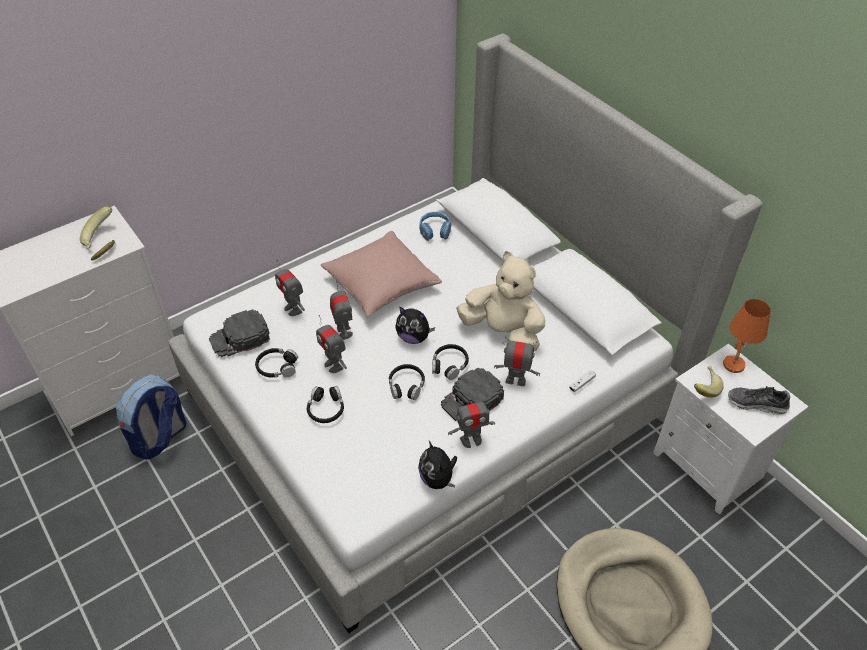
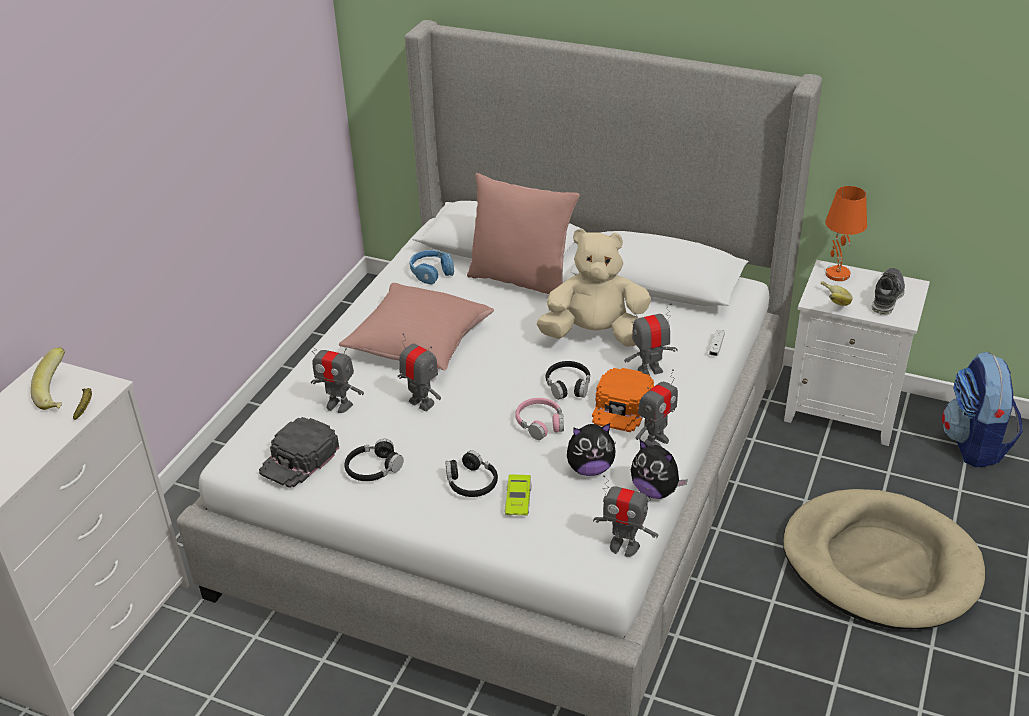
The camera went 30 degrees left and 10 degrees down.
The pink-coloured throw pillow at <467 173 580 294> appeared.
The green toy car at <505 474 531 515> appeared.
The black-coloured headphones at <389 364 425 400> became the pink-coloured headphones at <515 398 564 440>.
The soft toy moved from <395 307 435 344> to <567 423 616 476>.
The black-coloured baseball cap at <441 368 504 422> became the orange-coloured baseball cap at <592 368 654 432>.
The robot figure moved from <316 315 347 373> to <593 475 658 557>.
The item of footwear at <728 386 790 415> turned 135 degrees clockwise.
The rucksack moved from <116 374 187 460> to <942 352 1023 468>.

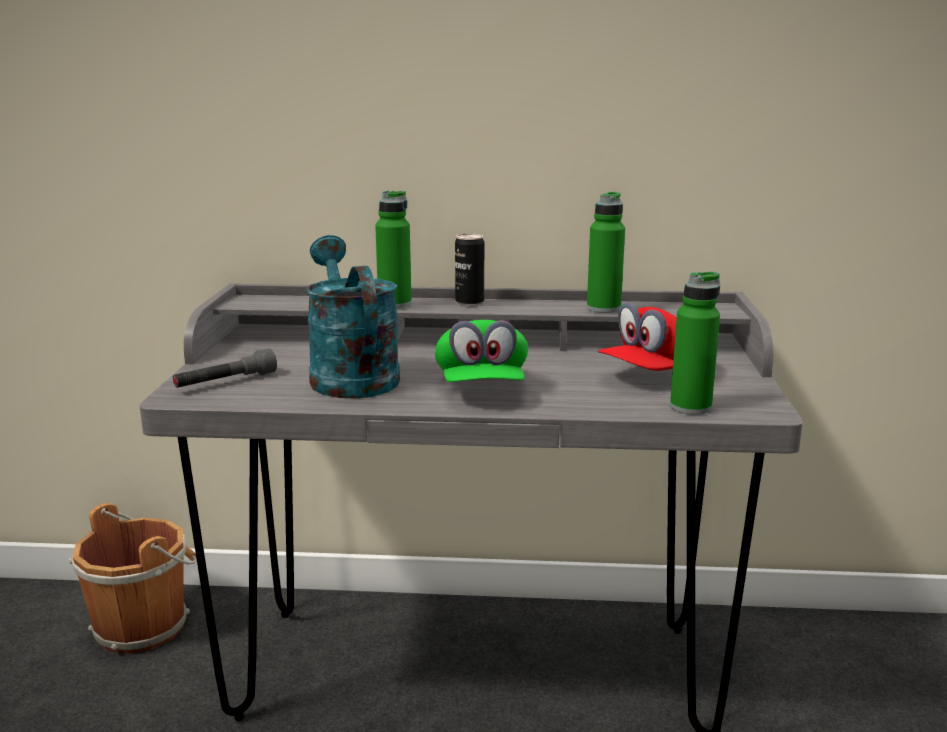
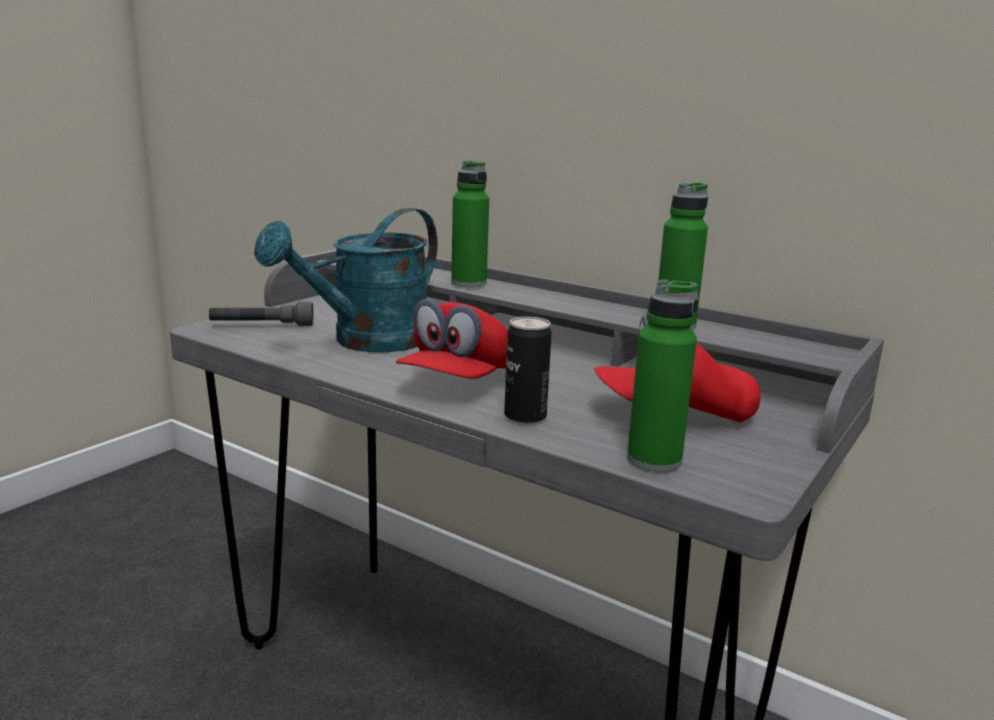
The camera went 30 degrees right and 0 degrees up.
The turquoise-coloured watering pot at <306 235 400 398> turned 150 degrees counterclockwise.
The green baseball cap at <435 320 528 382> became the red baseball cap at <396 299 508 379>.
The can moved from <455 233 484 305> to <504 317 552 424>.
The brown-coloured bucket at <69 503 197 654> disappeared.

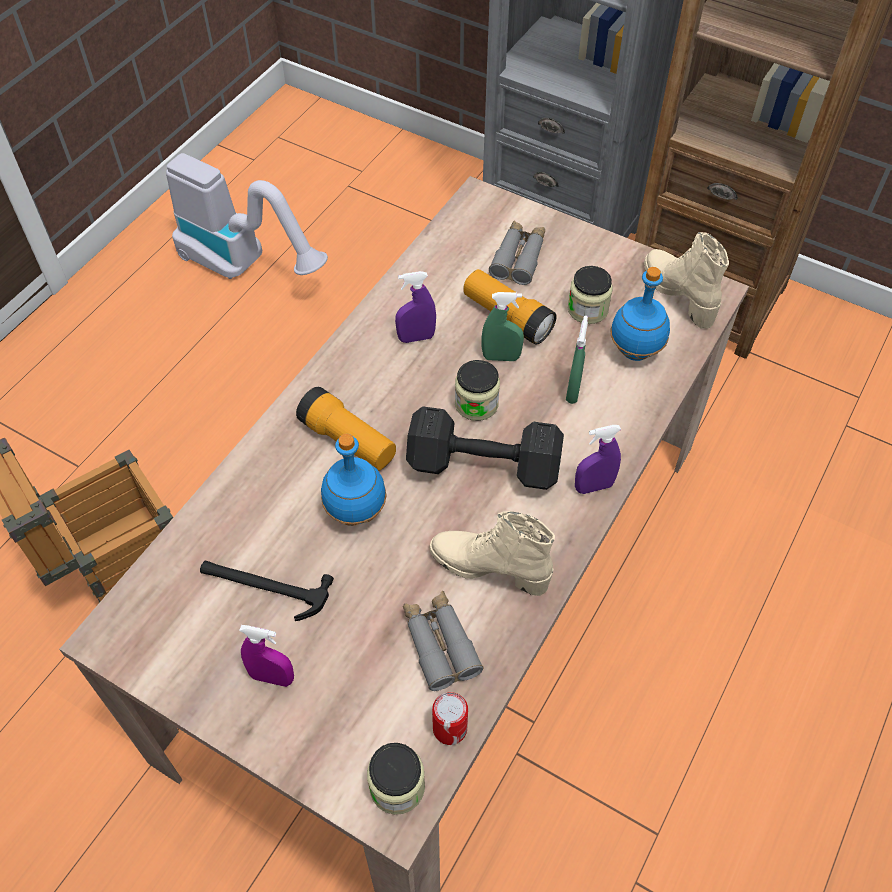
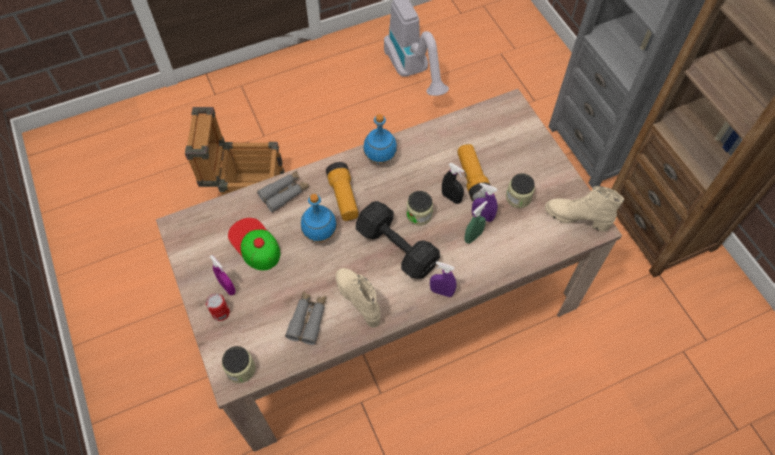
The camera went 35 degrees right and 5 degrees up.
The can moved from <432 692 468 745> to <206 293 230 321>.
The tool hammer at <200 561 334 621> was replaced by the baseball cap at <228 218 280 270>.
The grey binoculars moved from <489 221 545 285> to <257 171 309 212>.
The blue-coloured beverage bottle moved from <611 267 670 361> to <363 114 397 164>.
The green sprayer at <482 292 524 361> became the black-coloured sprayer at <442 163 465 204>.
The purple-coloured sprayer moved from <395 271 436 343> to <472 183 498 222>.
The beige high-top boot at <644 232 729 329> turned 75 degrees counterclockwise.

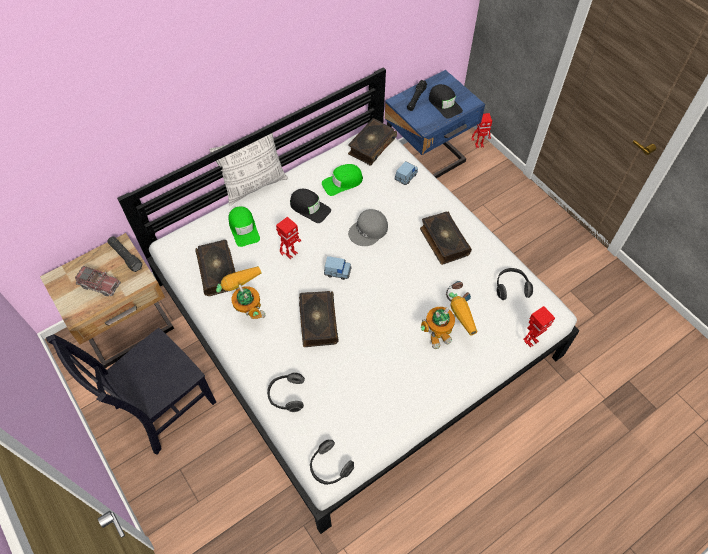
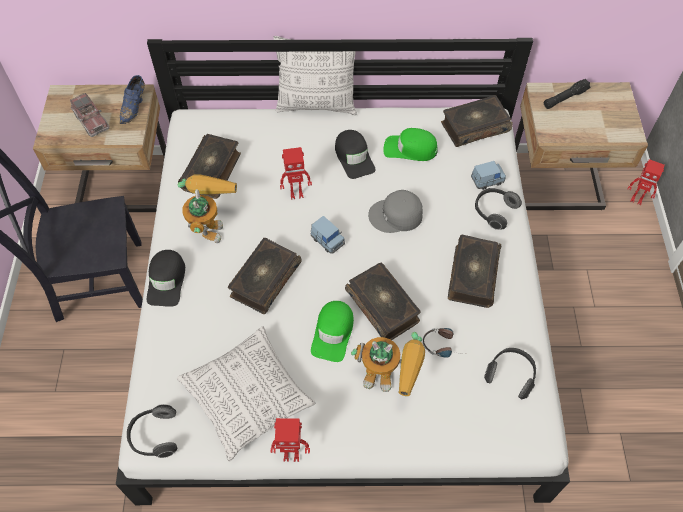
The camera went 35 degrees right and 0 degrees up.
The black-coloured hand torch at <107 236 143 272> was replaced by the blue-coloured item of footwear at <120 75 145 124>.
The black-coloured baseball cap moved from <429 84 463 118> to <147 250 185 307>.
The throw pillow at <177 326 316 461> appeared.
The robot figure moved from <524 306 555 348> to <271 418 310 462>.
The green baseball cap moved from <228 206 260 247> to <311 301 354 362>.
The bound book at <345 262 421 340> appeared.
The headphones moved from <267 372 305 412> to <475 188 522 230>.
The blue-coloured night table at <385 70 485 178> became the beige night table at <515 82 648 210>.

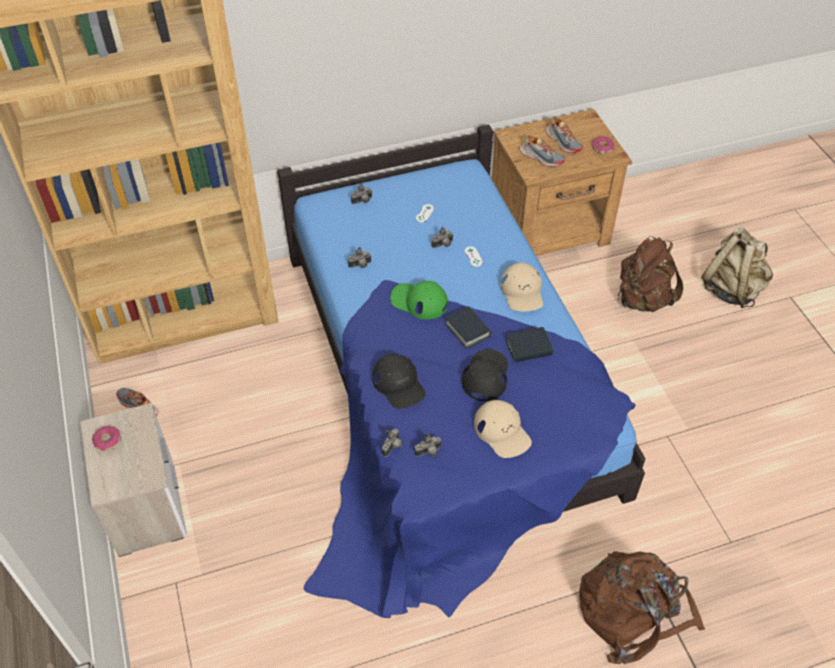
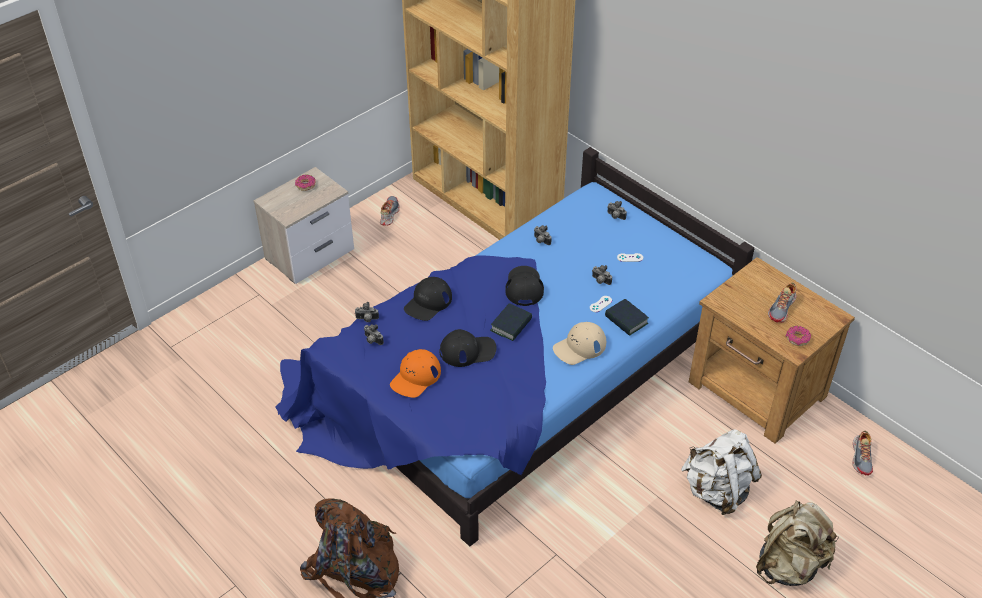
The camera went 65 degrees right and 5 degrees down.
The beige baseball cap at <474 400 532 458> became the orange-coloured baseball cap at <390 349 441 398>.
The green baseball cap at <390 281 448 319> became the black-coloured baseball cap at <505 266 544 306>.
The bound book moved from <506 327 553 362> to <605 299 649 336>.
The brown-coloured rucksack at <617 236 683 312> became the white rucksack at <681 429 762 515>.
The item of footwear moved from <520 135 565 167> to <852 430 873 475>.

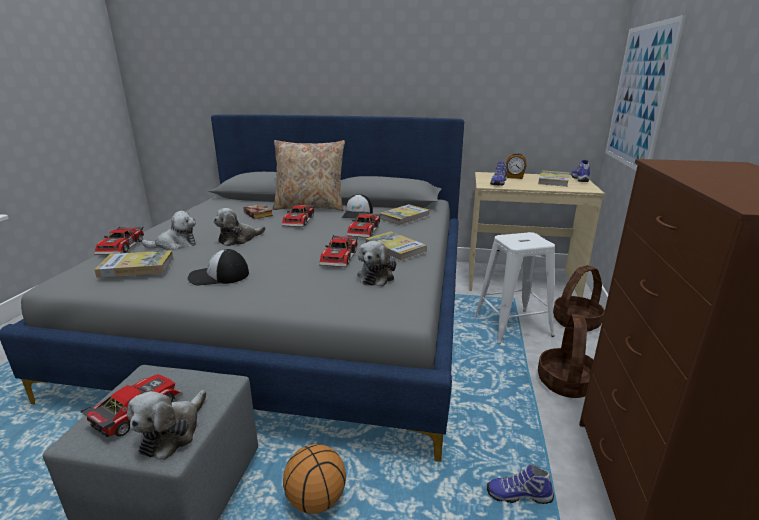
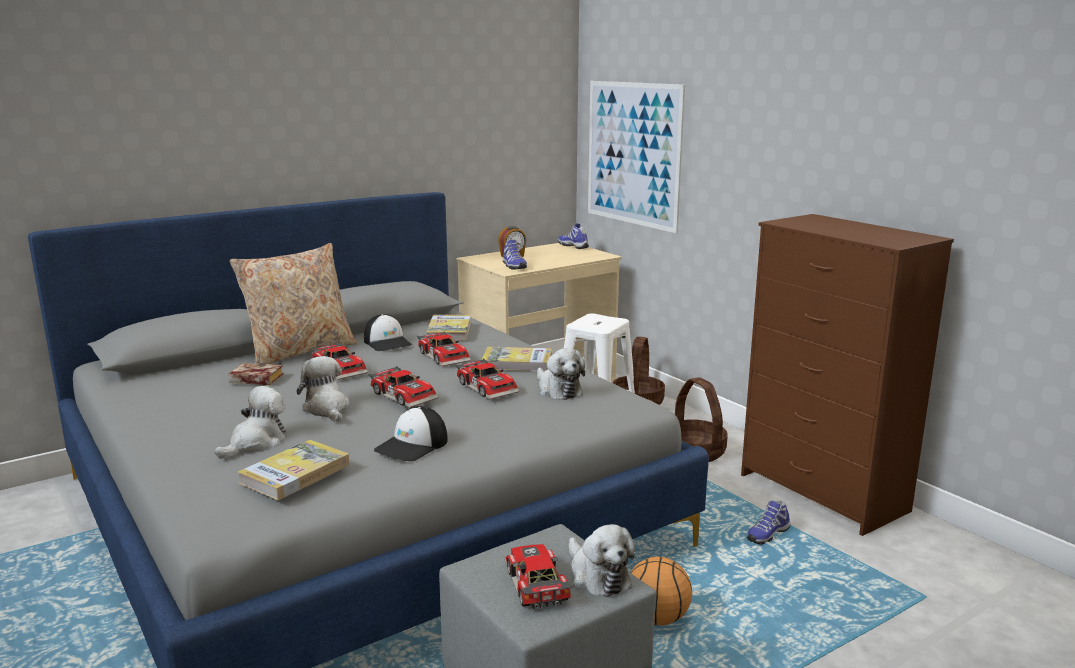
The camera went 45 degrees left and 5 degrees down.
The soft toy at <214 208 266 246> turned 150 degrees clockwise.
The toy car moved from <94 226 144 255> to <369 366 438 408>.
The bound book at <538 170 569 187> disappeared.

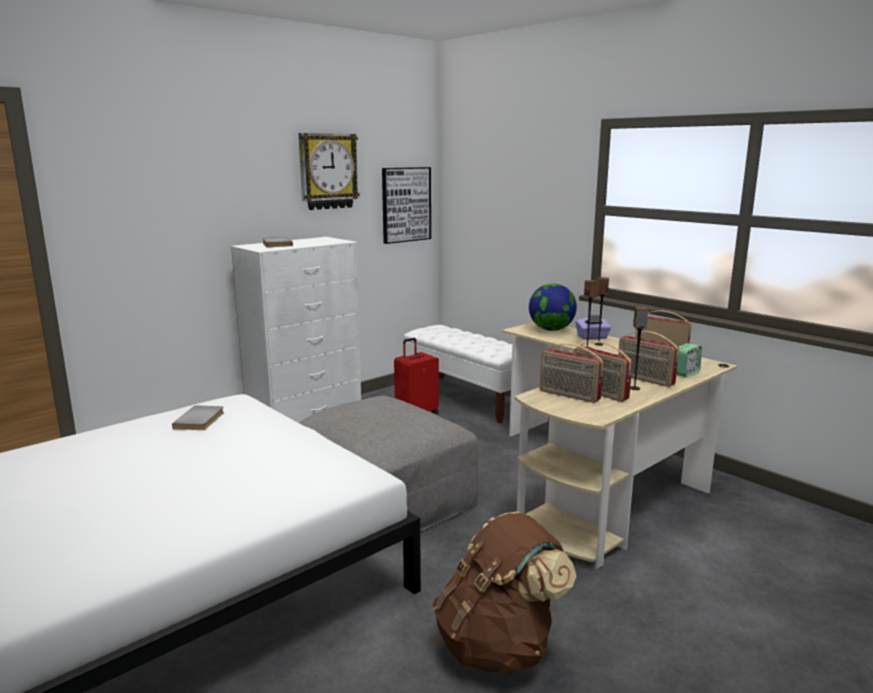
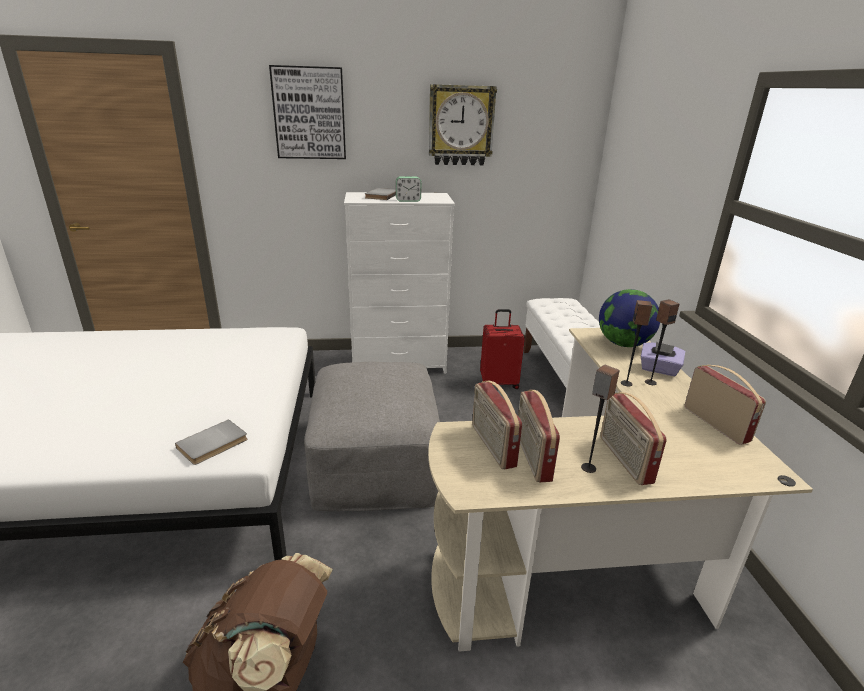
The camera went 35 degrees right and 10 degrees up.
The grey bound book moved from <172 405 224 430> to <175 419 247 465>.
The wall art moved from <382 167 431 244> to <269 65 346 159>.
The table clock moved from <676 343 702 377> to <396 176 421 202>.

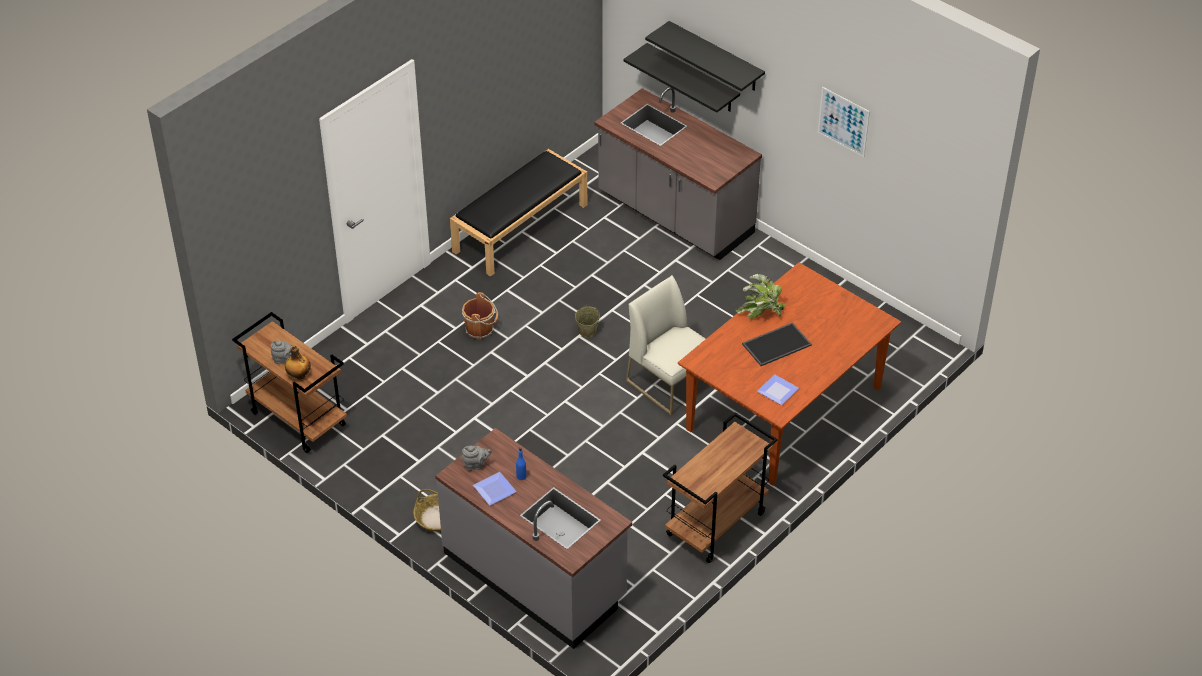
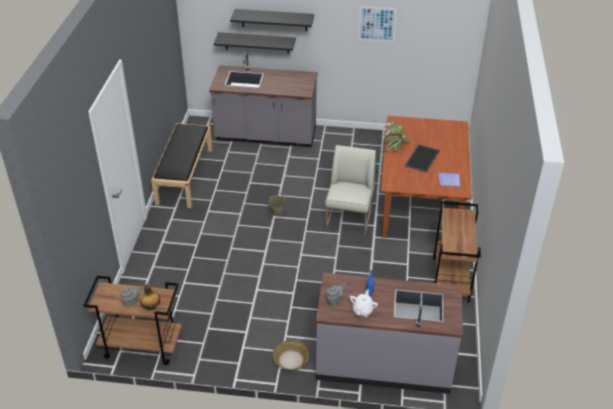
The camera went 35 degrees left and 5 degrees down.
The white plain chair at <626 275 706 415> turned 90 degrees clockwise.
The dinner plate at <473 472 517 505> was replaced by the white teapot at <350 289 378 317>.
The brown-coloured bucket at <462 292 498 339> disappeared.

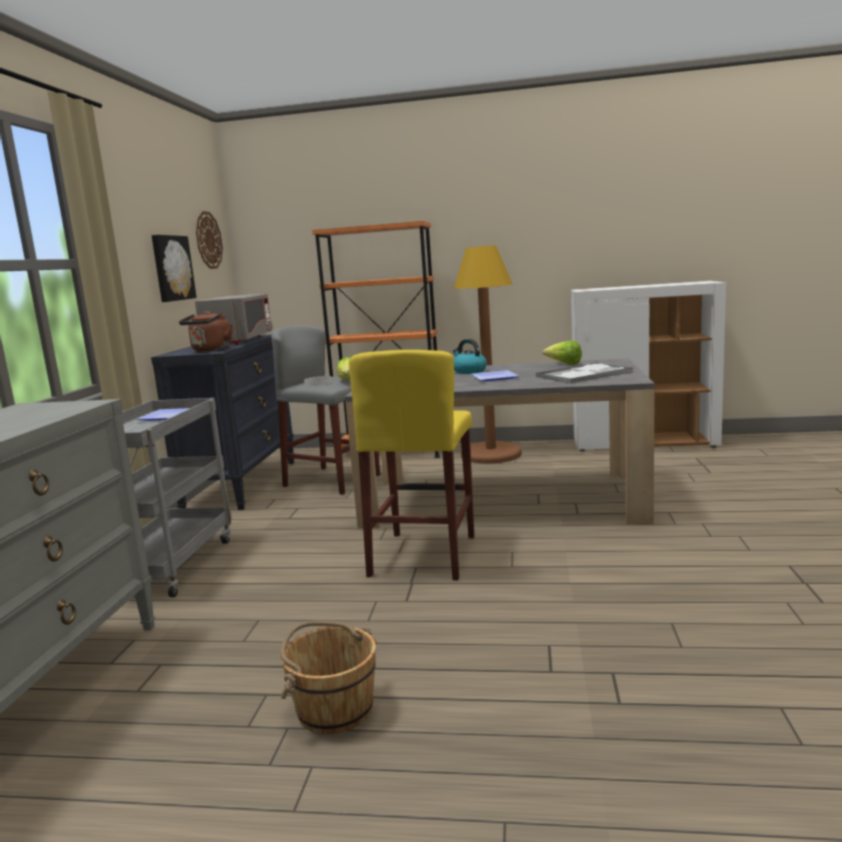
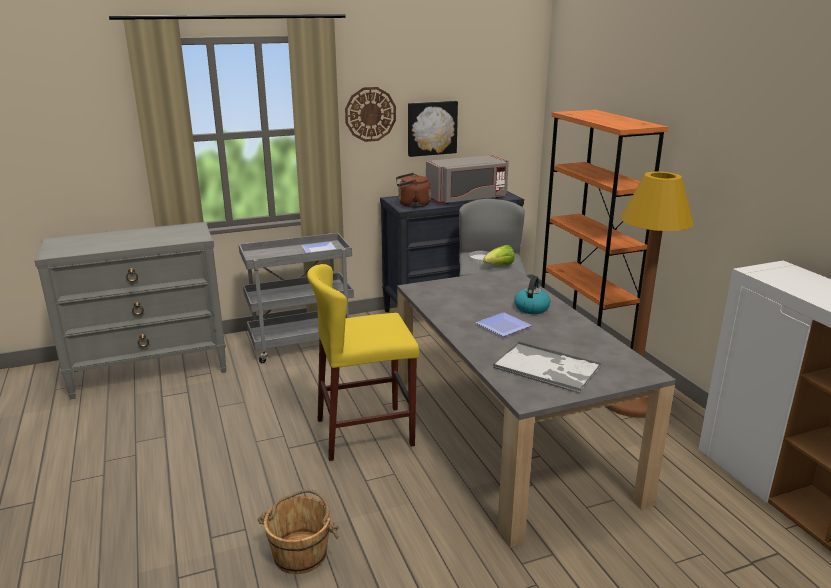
The camera went 60 degrees right and 10 degrees up.
The brown-coloured bucket moved from <280 621 377 734> to <257 489 339 574>.
The clock on the wall moved from <196 211 223 269> to <345 87 396 142>.
The lettuce head at <543 340 582 365> disappeared.

